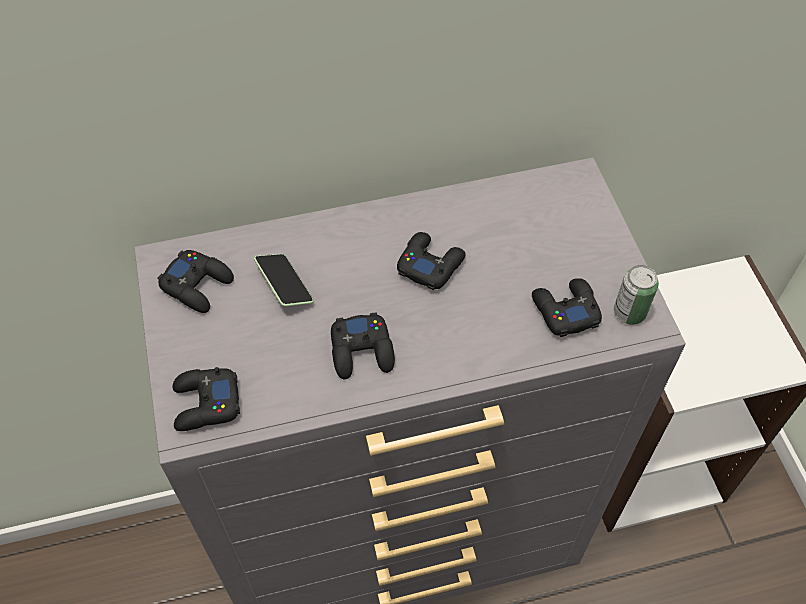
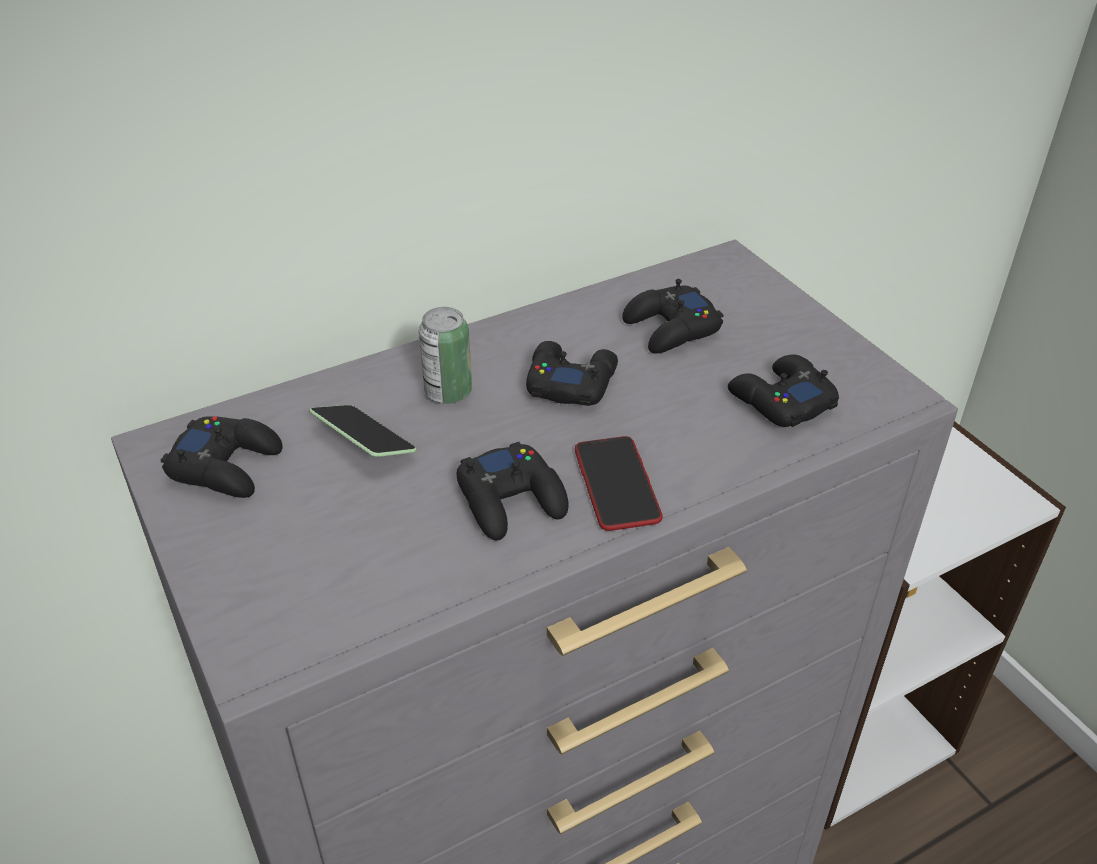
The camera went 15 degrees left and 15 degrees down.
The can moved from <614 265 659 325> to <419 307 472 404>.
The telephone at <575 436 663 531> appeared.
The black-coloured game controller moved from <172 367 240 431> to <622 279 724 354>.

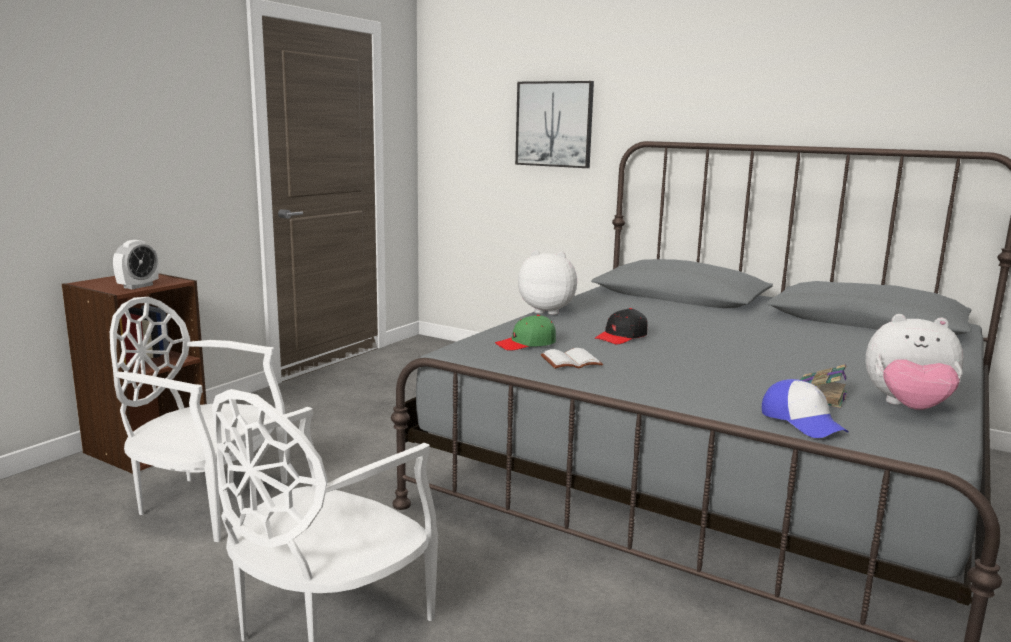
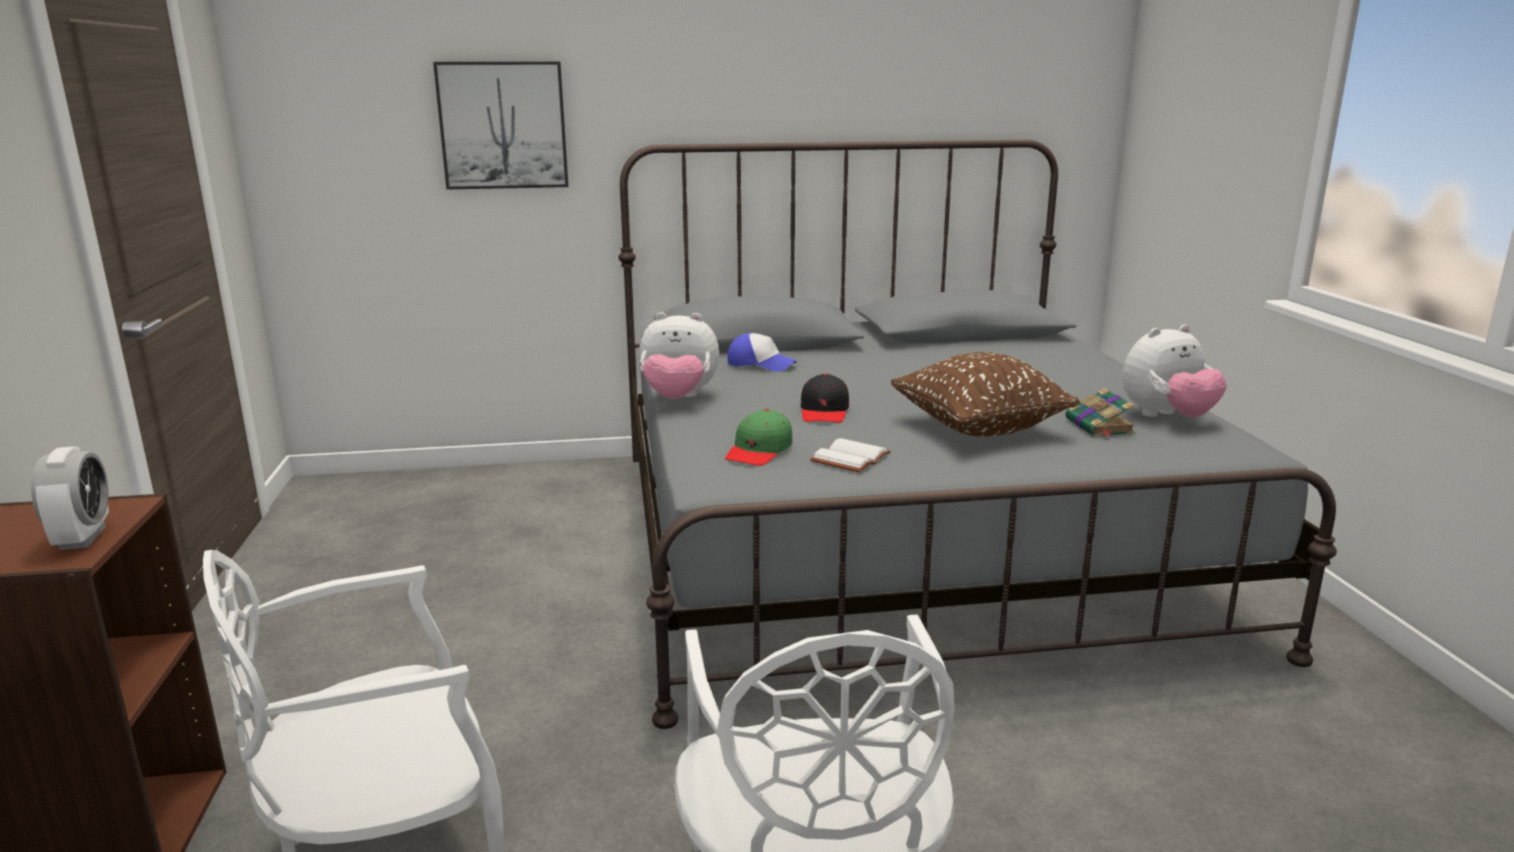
The camera went 40 degrees left and 5 degrees up.
The soft toy at <518 250 577 315> turned 150 degrees counterclockwise.
The baseball cap moved from <762 379 849 438> to <727 333 797 372>.
The brown-coloured throw pillow at <890 352 1080 437> appeared.

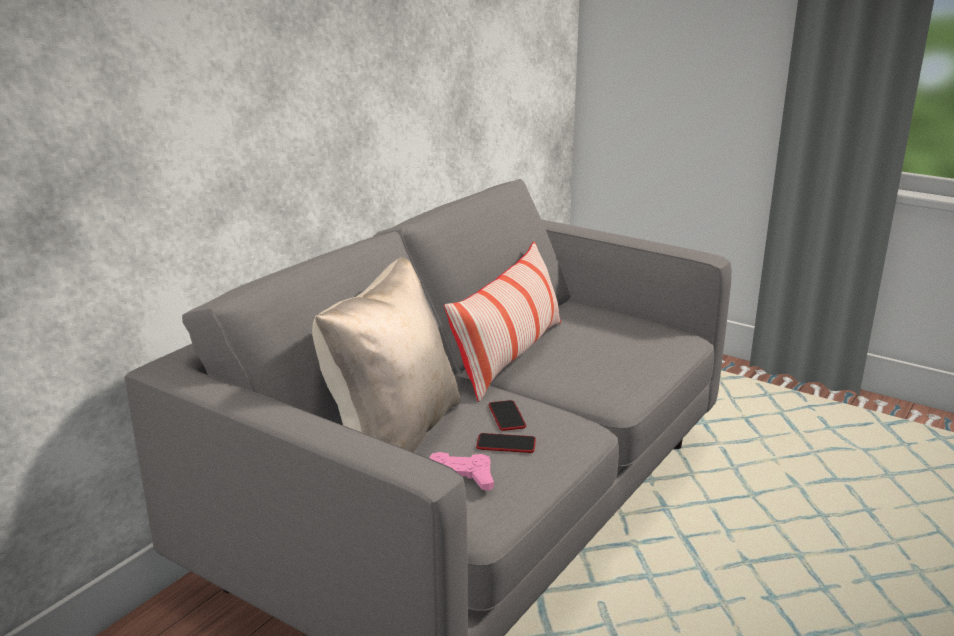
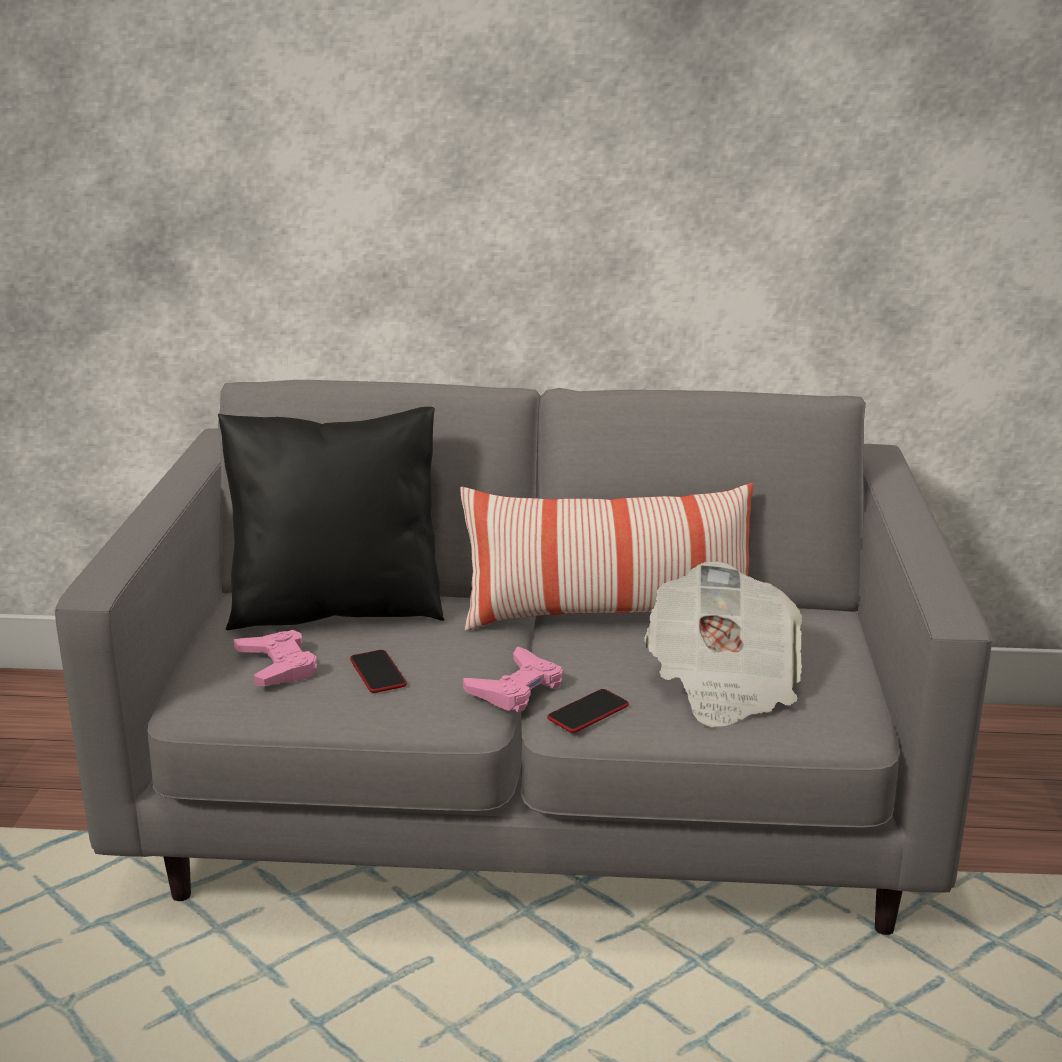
The camera went 60 degrees right and 0 degrees up.
The beige throw pillow at <312 257 461 452> became the black-coloured throw pillow at <218 407 444 630>.
The pink-coloured game controller at <463 646 563 712> appeared.
The telephone moved from <489 400 526 431> to <547 689 629 733>.
The daily paper at <644 562 802 727> appeared.

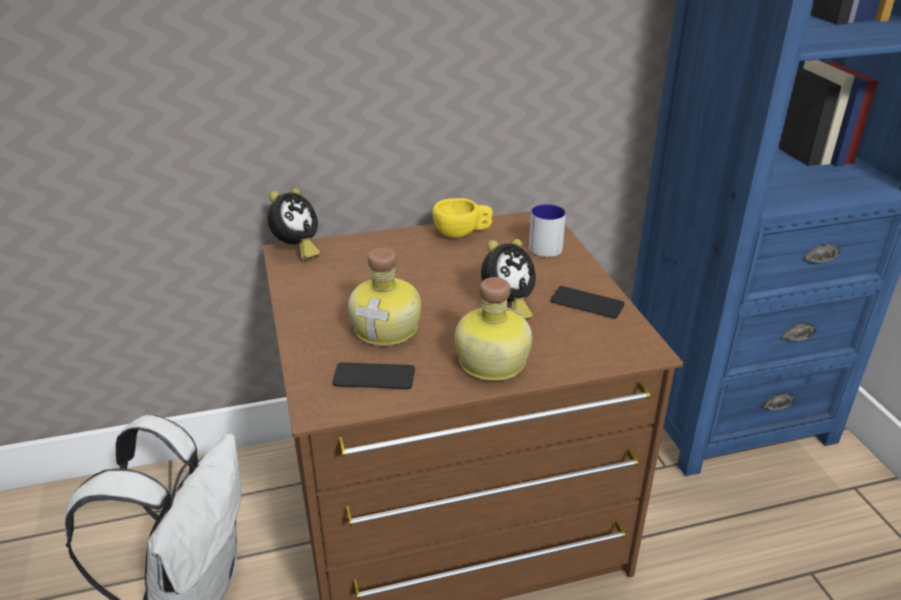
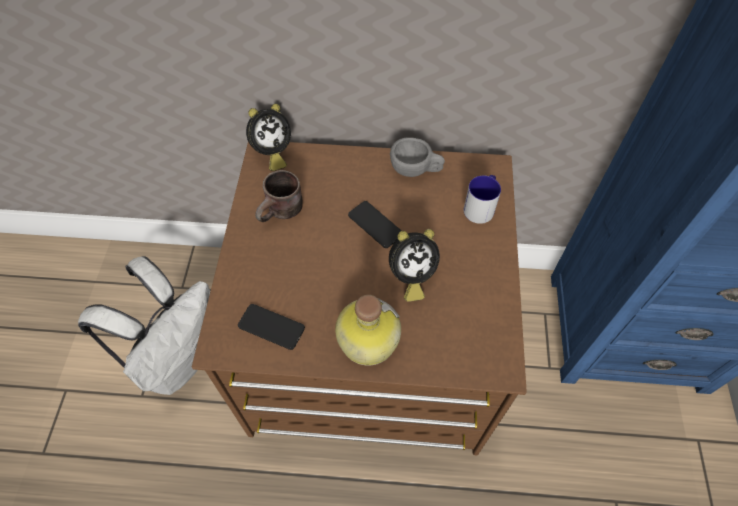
The camera went 20 degrees right and 25 degrees up.
The brown-coloured mug at <255 170 303 222> appeared.
The telephone moved from <551 286 625 319> to <348 201 402 248>.
The yellow drinking cup at <432 198 493 238> became the grey drinking cup at <390 137 445 177>.
The beverage bottle at <348 248 421 346> disappeared.

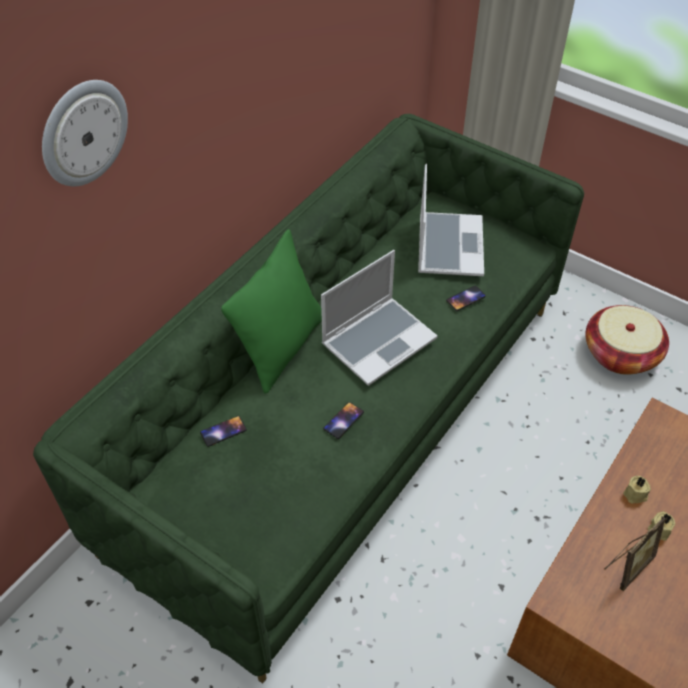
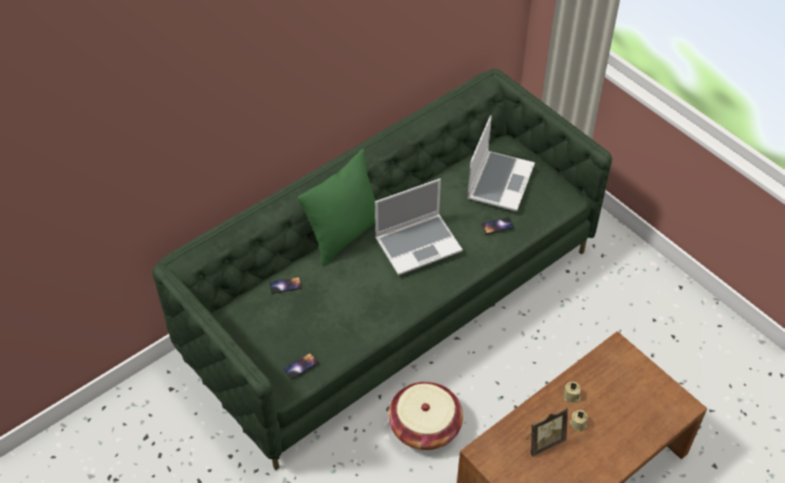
The camera went 15 degrees right and 0 degrees up.
The telephone moved from <323 402 364 439> to <284 353 319 379>.
The storage basket moved from <585 305 669 375> to <388 382 463 450>.
The clock on the wall at <42 80 128 186> disappeared.

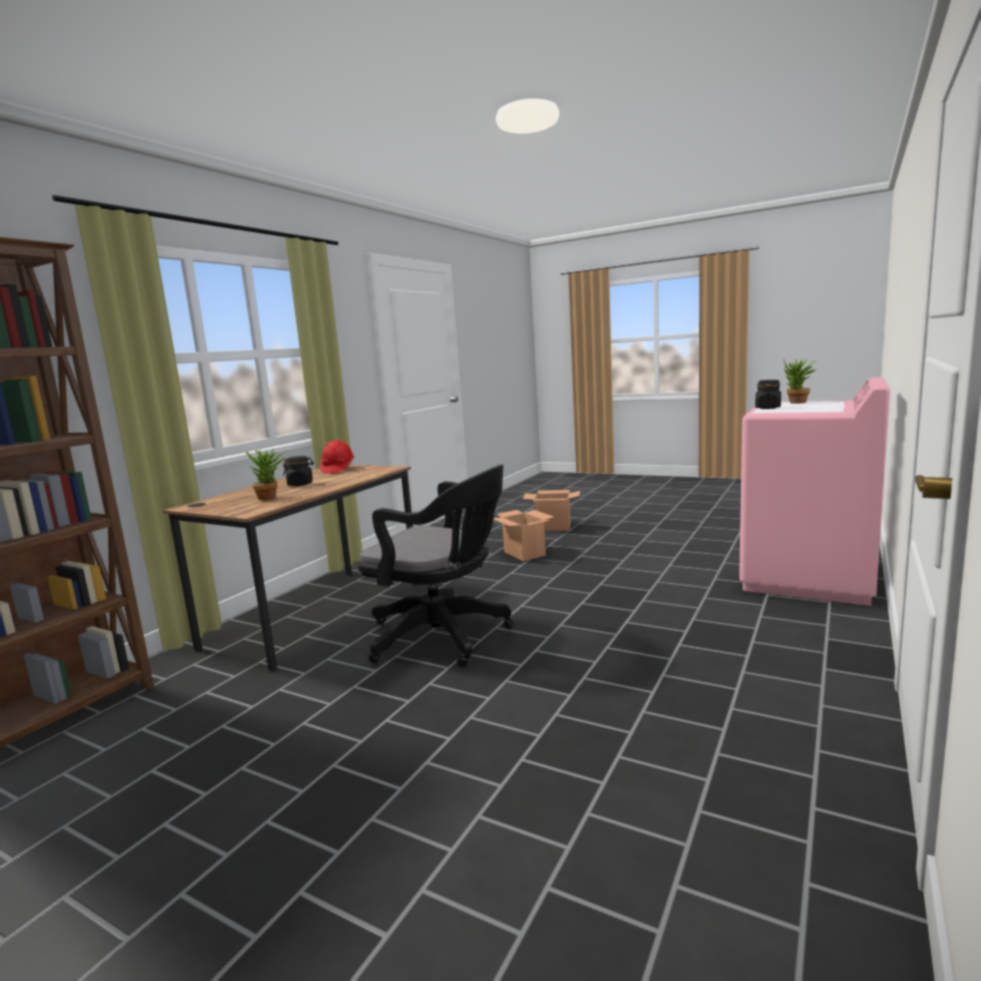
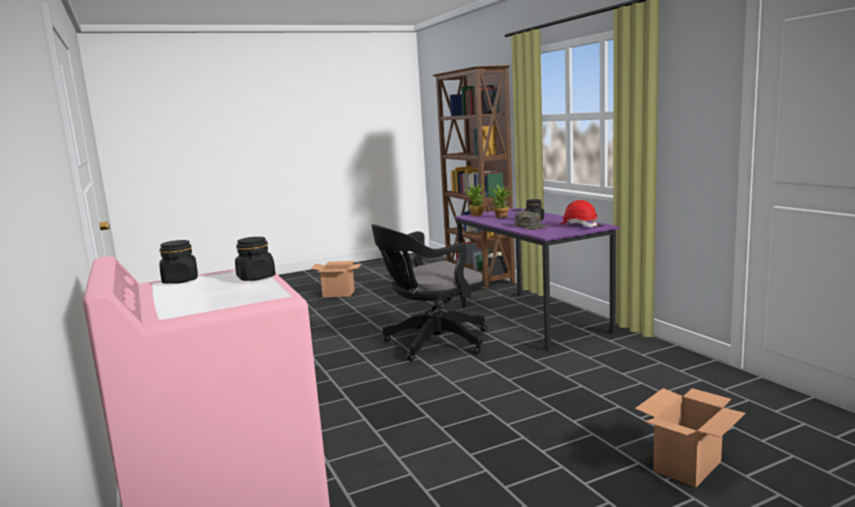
The camera went 125 degrees right and 0 degrees up.
The black-coloured storage jar at <159 240 198 284> appeared.
The packing box moved from <493 510 554 561> to <310 261 361 297>.
The brown-coloured desk unit at <163 465 418 672> became the purple-coloured desk unit at <454 208 620 351>.
The plant in a pot moved from <784 359 817 404> to <464 183 486 216>.
The green baseball cap at <515 211 549 230> appeared.

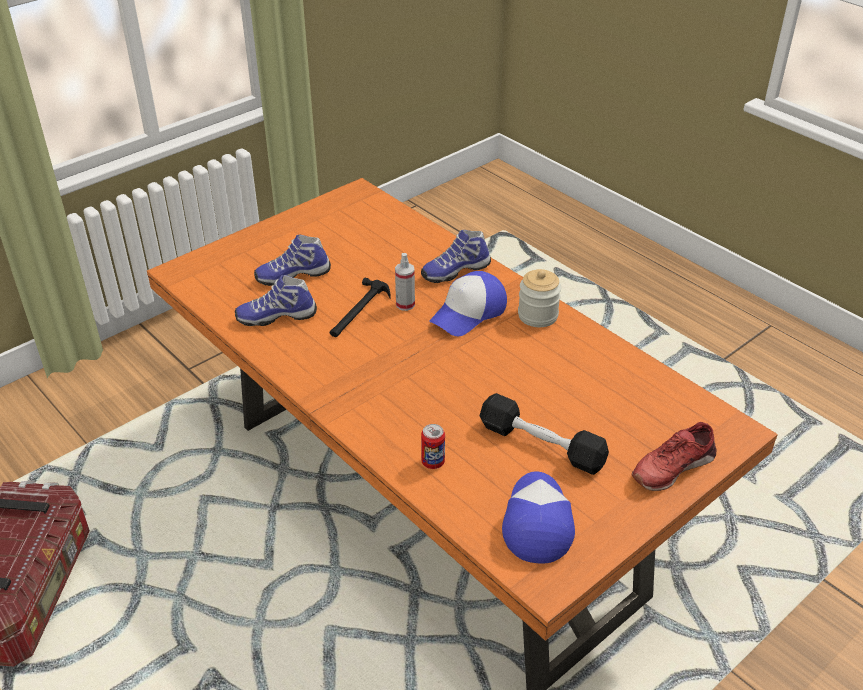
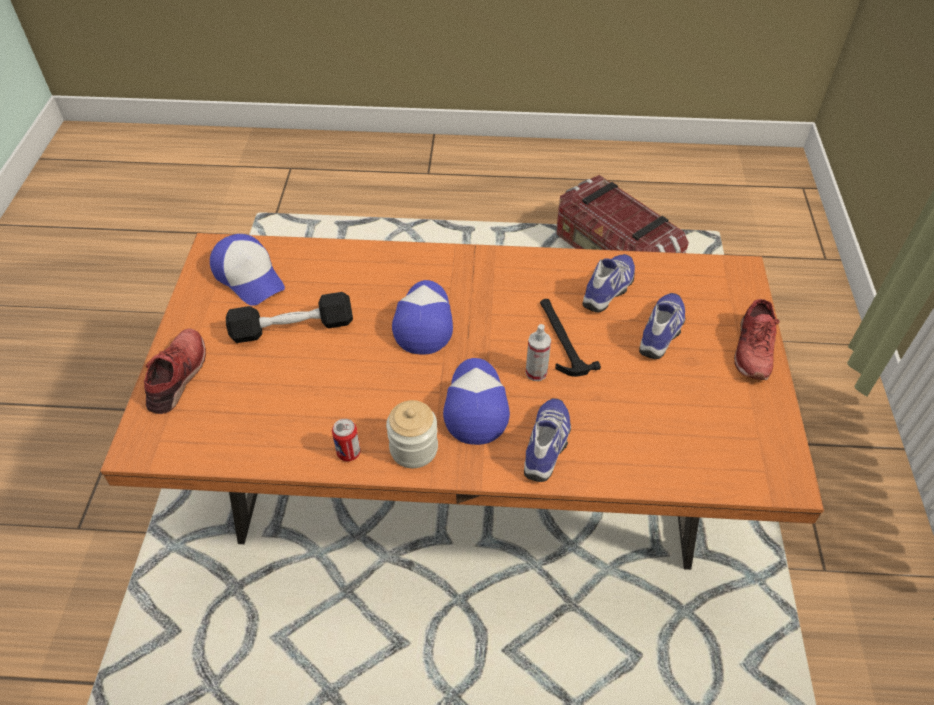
The camera went 135 degrees right and 10 degrees up.
The can moved from <421 424 445 469> to <332 419 361 461>.
The baseball cap at <392 280 453 355> appeared.
The red item of footwear at <734 299 780 380> appeared.

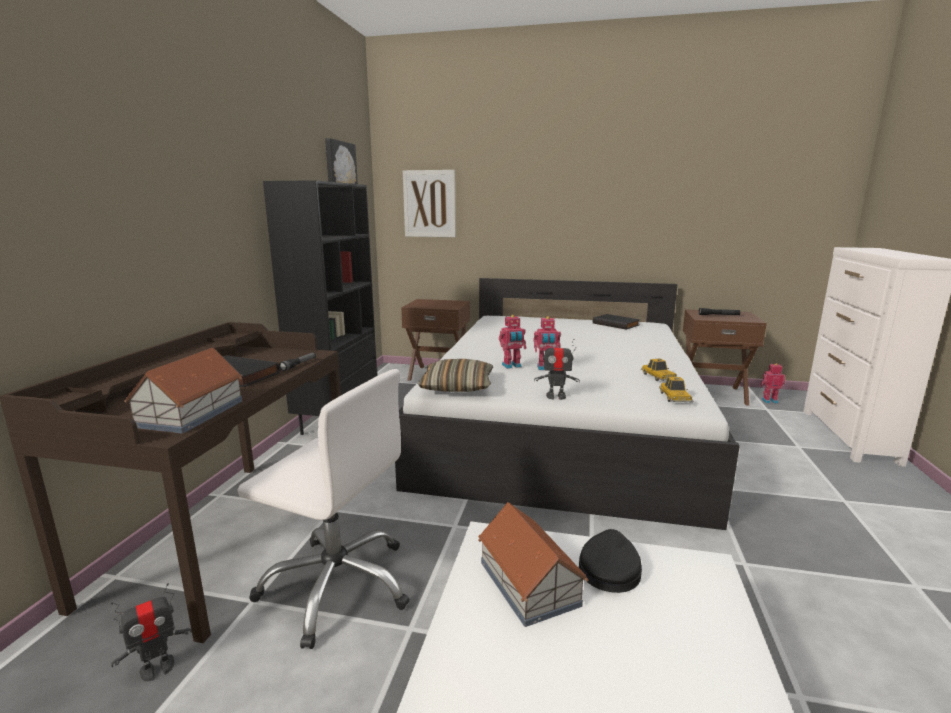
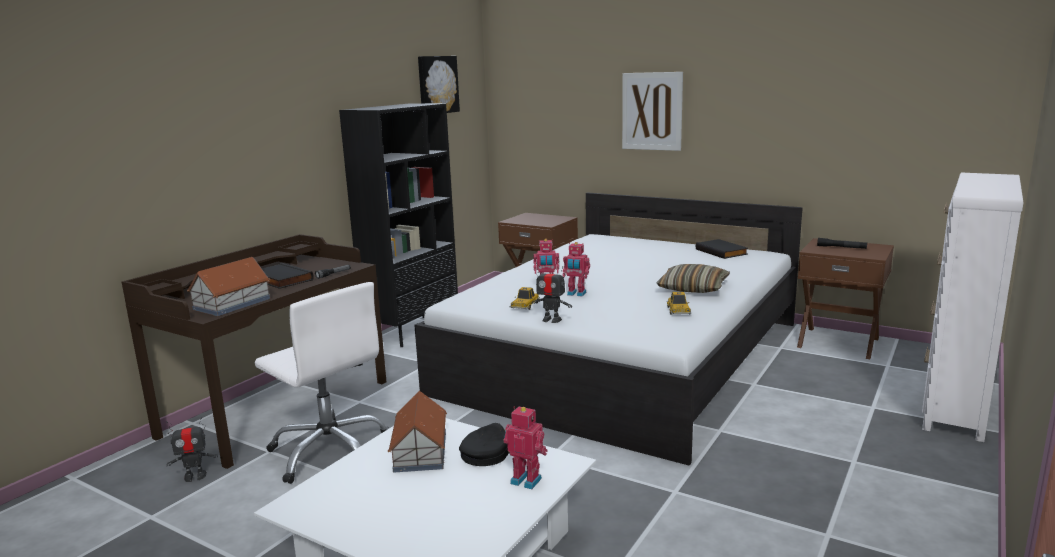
The camera went 20 degrees right and 0 degrees up.
The robot figure moved from <760 363 785 404> to <504 406 547 489>.
The toy car moved from <659 377 693 402> to <510 287 540 310>.
The wall art moved from <403 170 456 237> to <622 72 683 151>.
The throw pillow moved from <417 359 493 392> to <656 264 730 293>.

